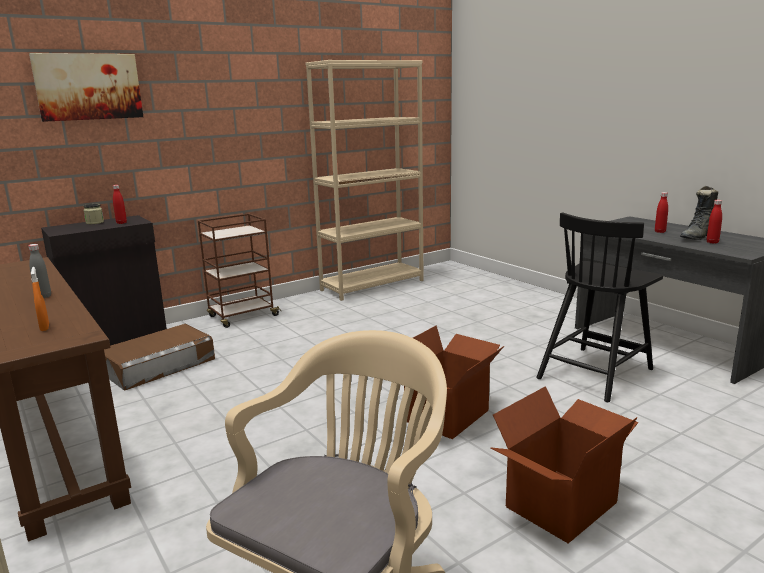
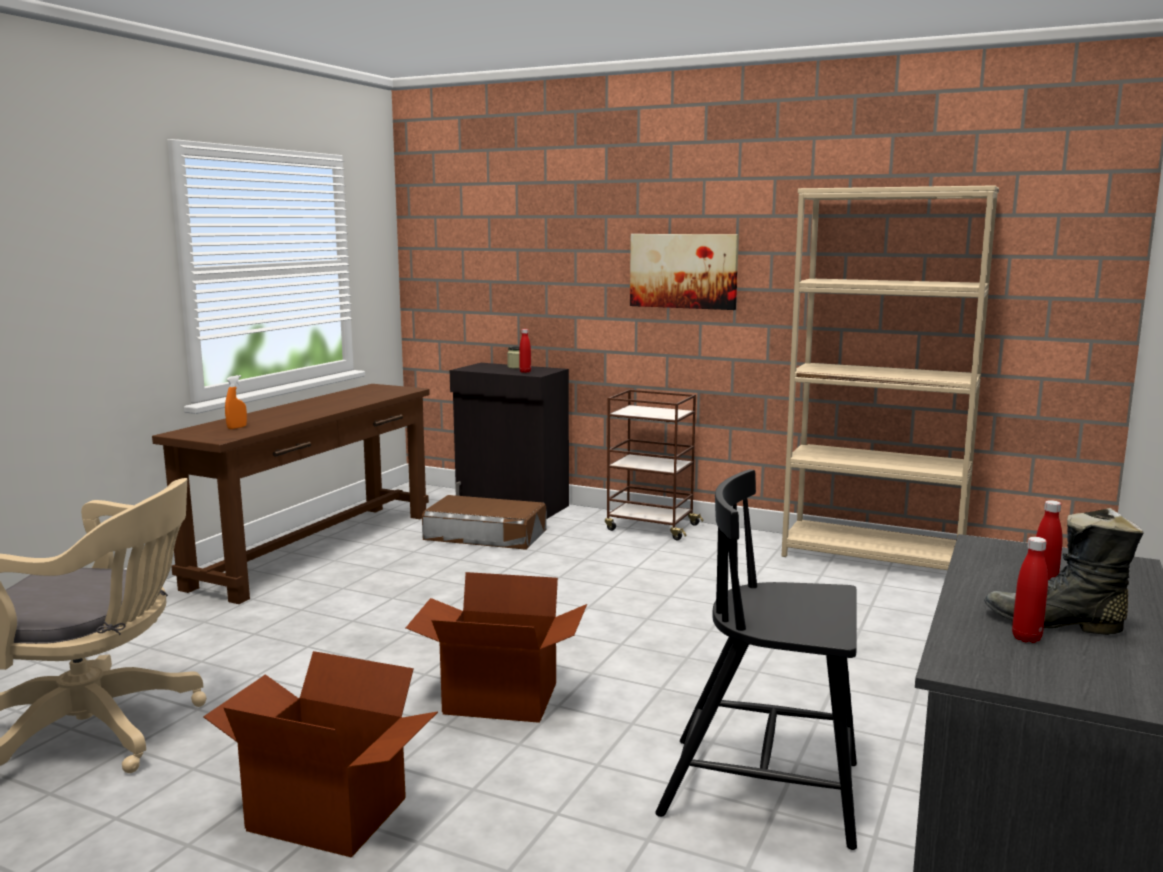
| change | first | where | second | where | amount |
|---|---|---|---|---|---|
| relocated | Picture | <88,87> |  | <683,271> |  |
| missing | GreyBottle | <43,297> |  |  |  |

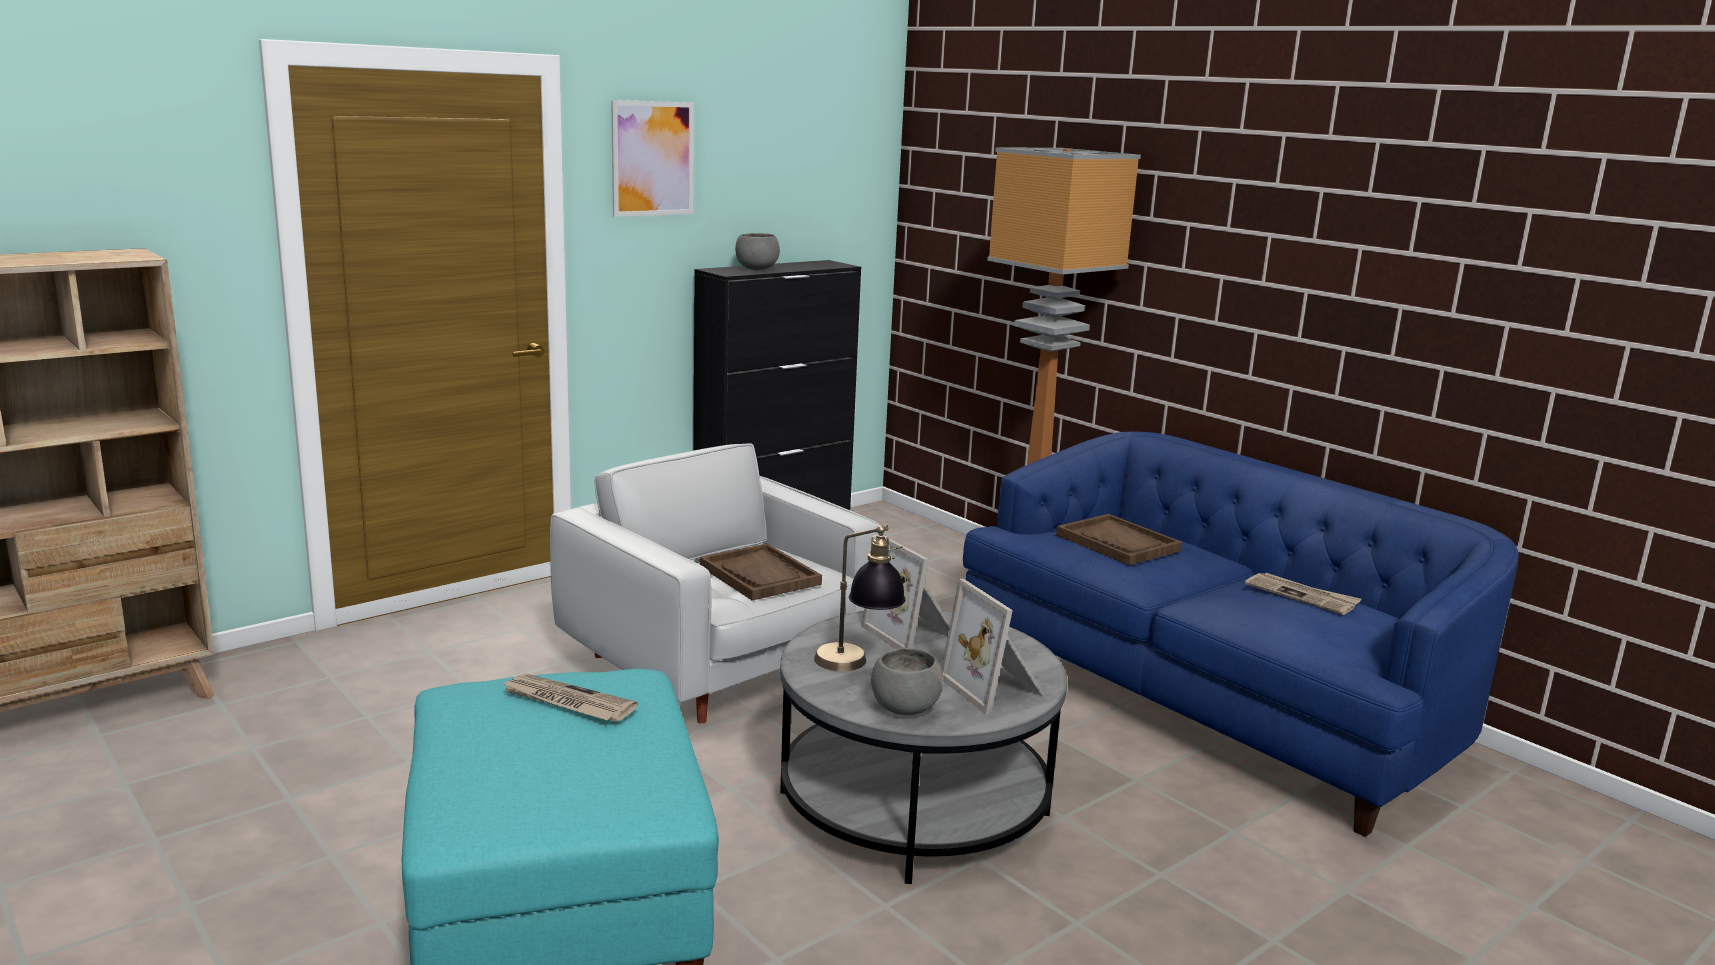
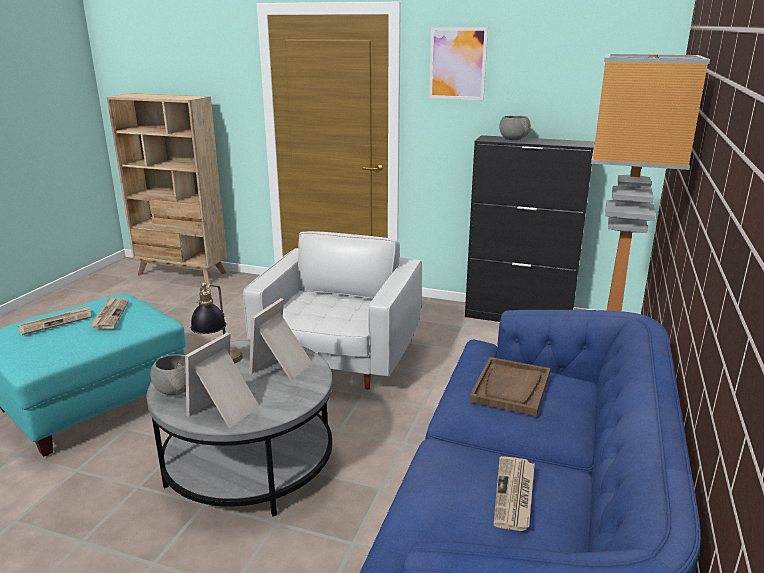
| change | first | where | second | where | amount |
|---|---|---|---|---|---|
| appeared |  |  | Newspaper | <56,322> |  |
| missing | BrownTray | <760,575> |  |  |  |

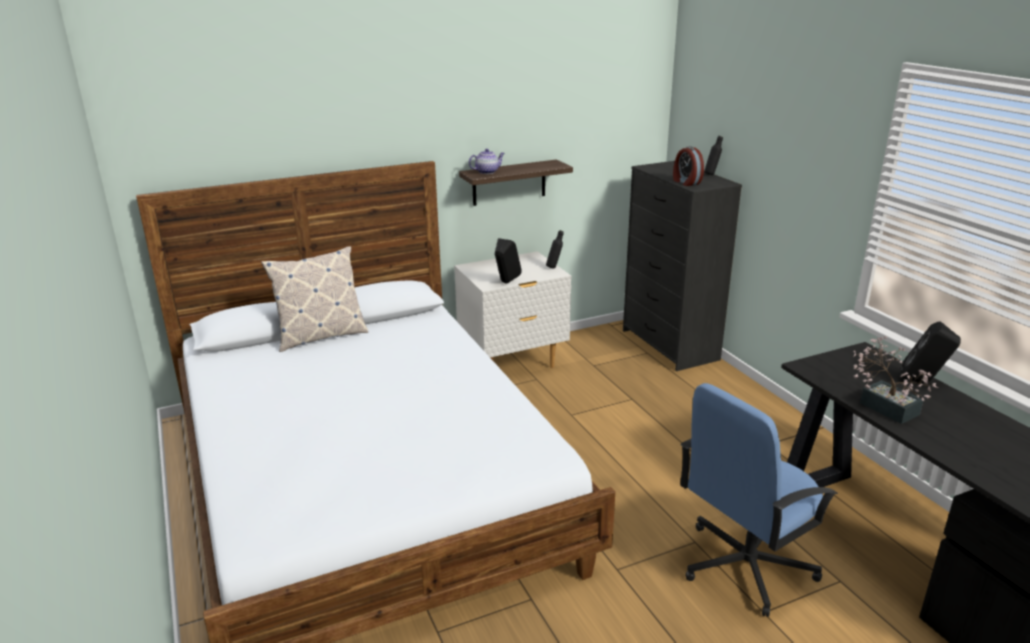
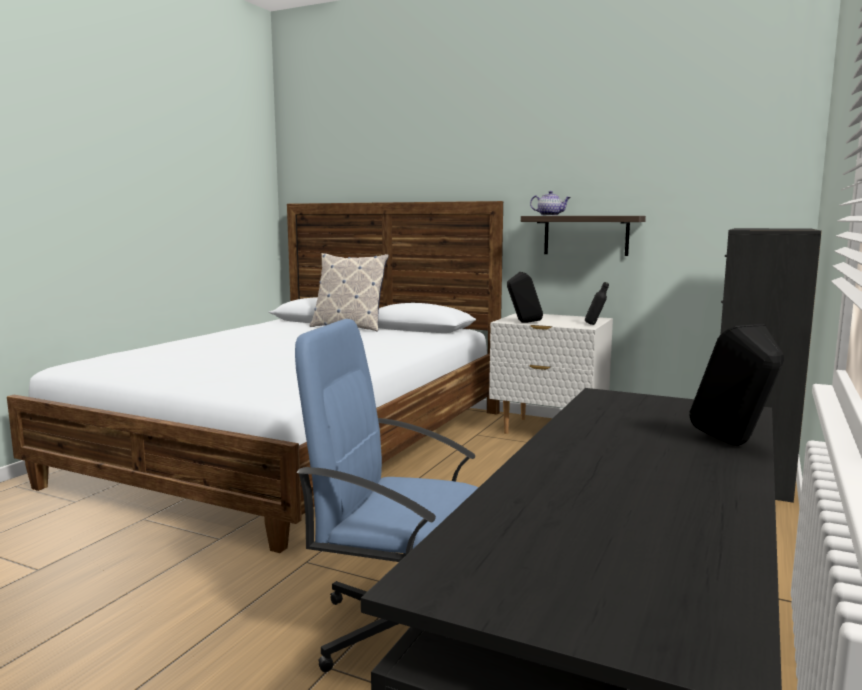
| change | first | where | second | where | amount |
|---|---|---|---|---|---|
| missing | AlarmClock | <686,182> |  |  |  |
| missing | BlackBottle | <711,174> |  |  |  |
| missing | PottedPlant | <884,405> |  |  |  |

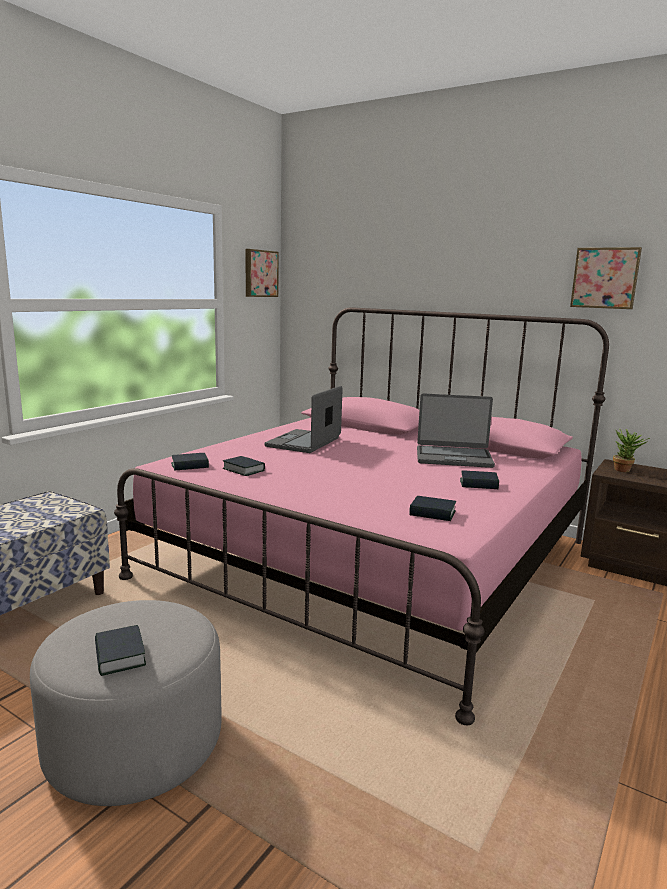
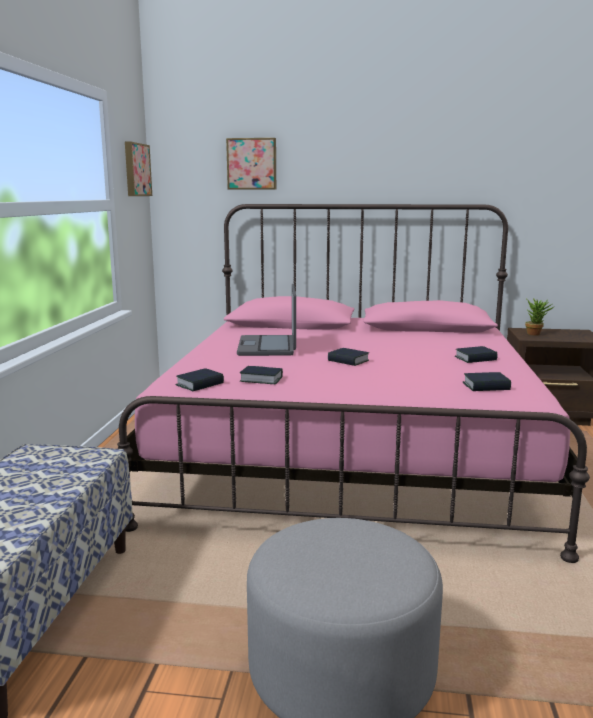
| change | first | where | second | where | amount |
|---|---|---|---|---|---|
| relocated | Picture | <605,278> |  | <252,164> |  |
| relocated | Book | <119,656> |  | <348,361> |  |
| missing | Laptop | <453,457> |  |  |  |

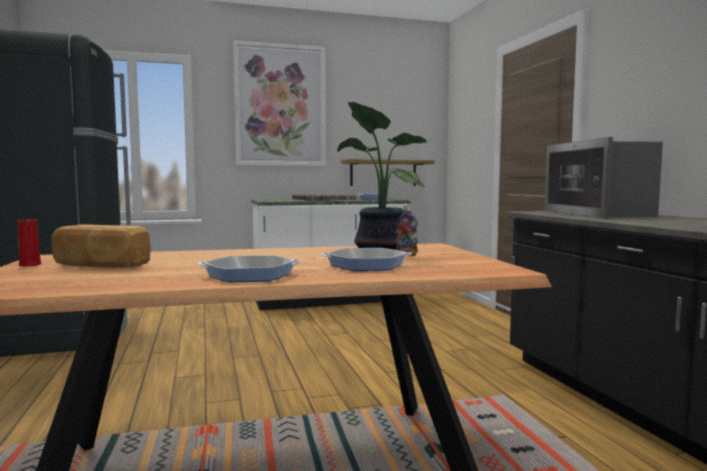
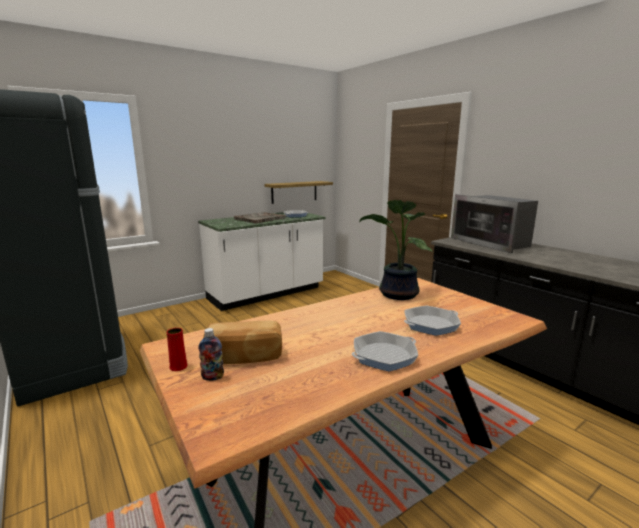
| change | first | where | second | where | amount |
|---|---|---|---|---|---|
| relocated | Bottle | <406,255> |  | <212,377> |  |
| missing | Picture | <280,106> |  |  |  |

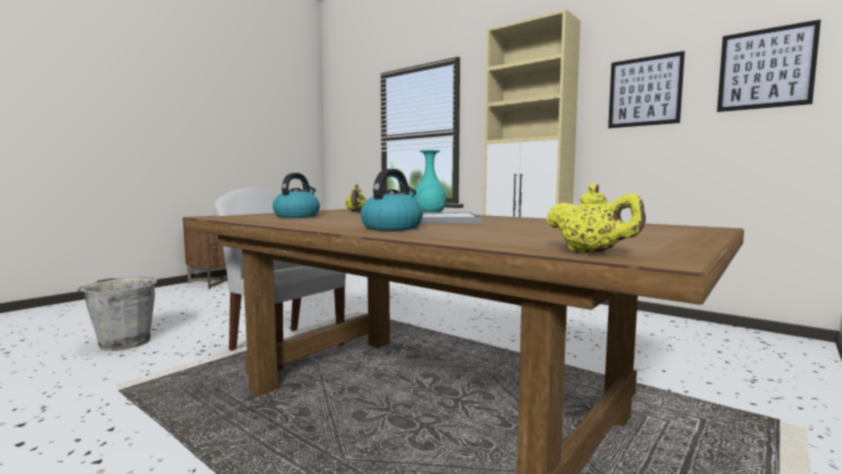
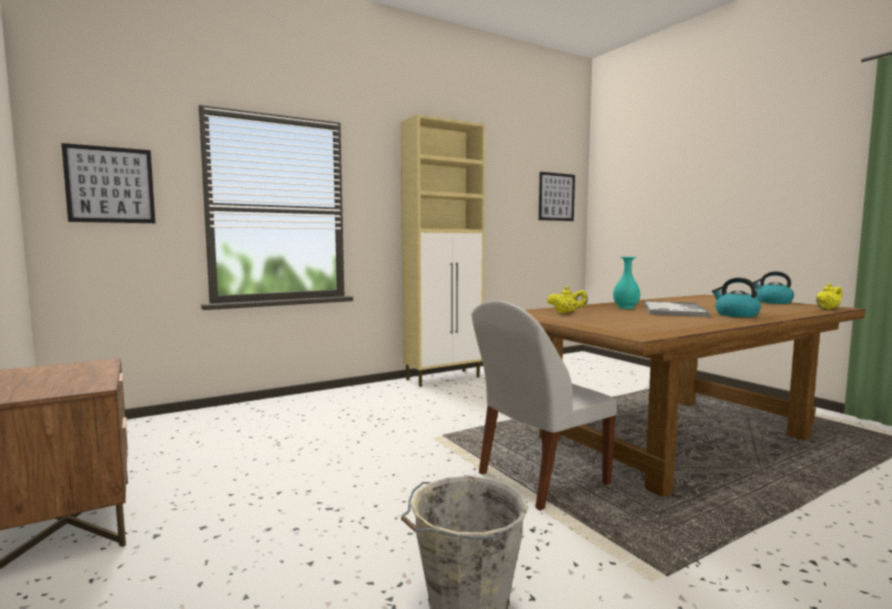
| change | first | where | second | where | amount |
|---|---|---|---|---|---|
| relocated | Picture | <644,91> |  | <110,185> |  |
| relocated | Kettle | <297,216> |  | <773,302> |  |

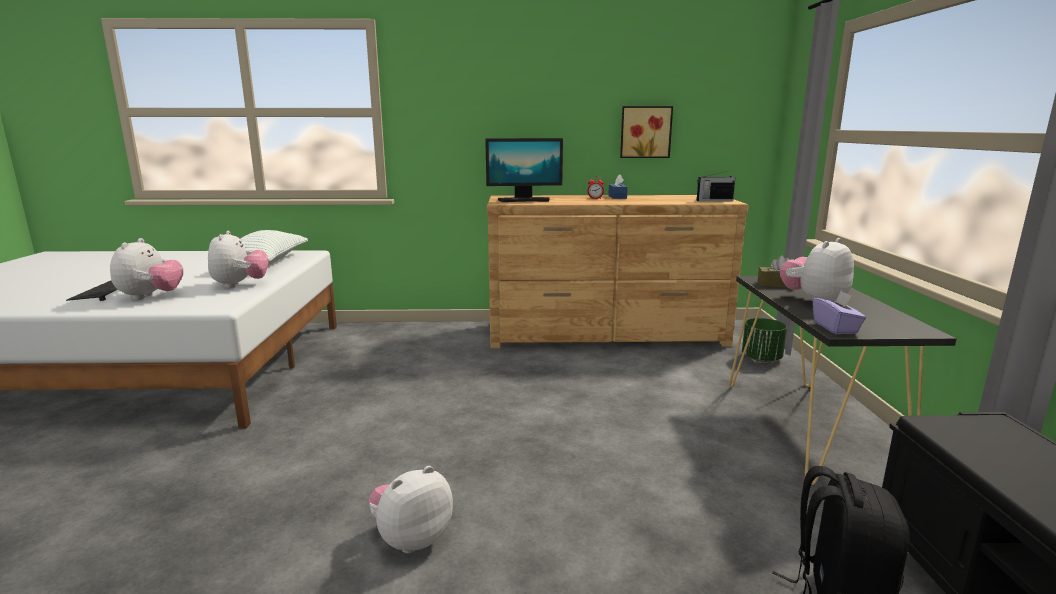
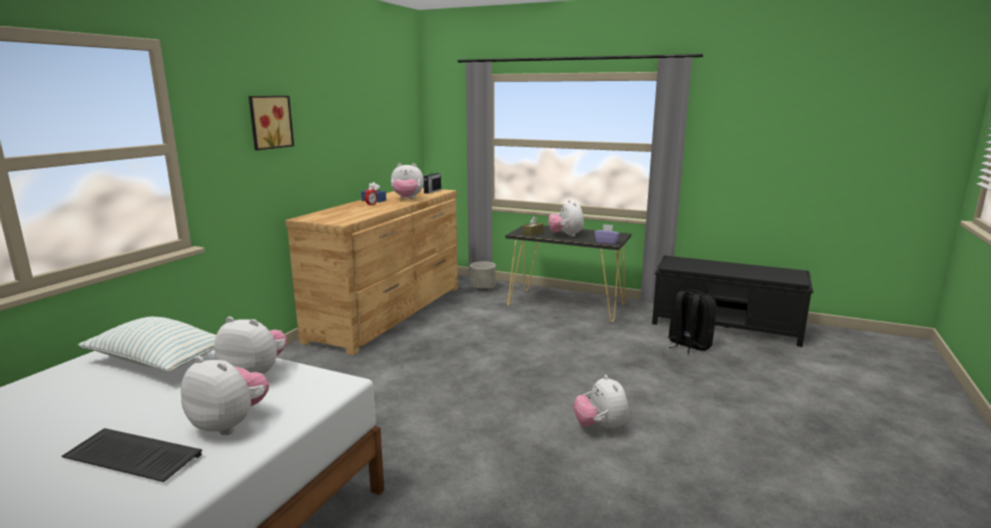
| change | first | where | second | where | amount |
|---|---|---|---|---|---|
| relocated | Picture | <645,132> |  | <269,122> |  |
| appeared |  |  | PlushToy | <407,199> |  |
| colour | GreenPlanter | <761,359> | GreyPlanter | <483,288> |  |
| missing | Monitor | <524,200> |  |  |  |

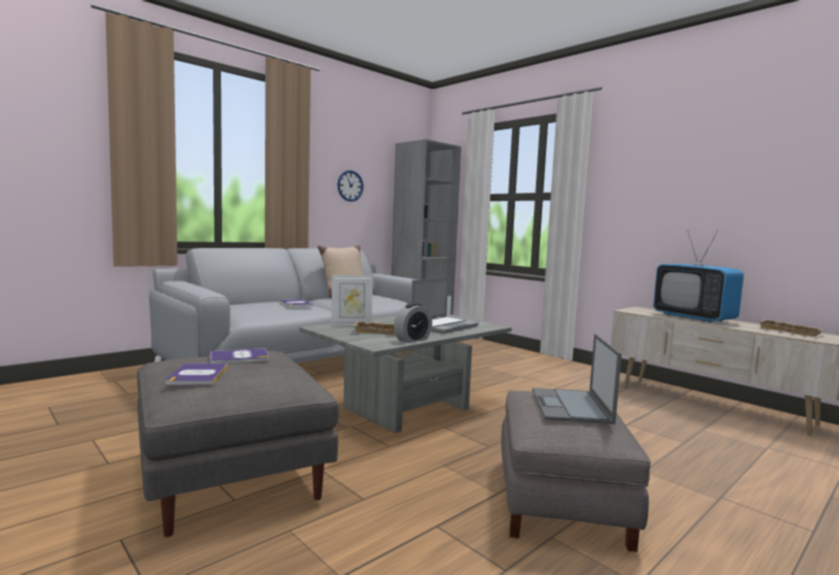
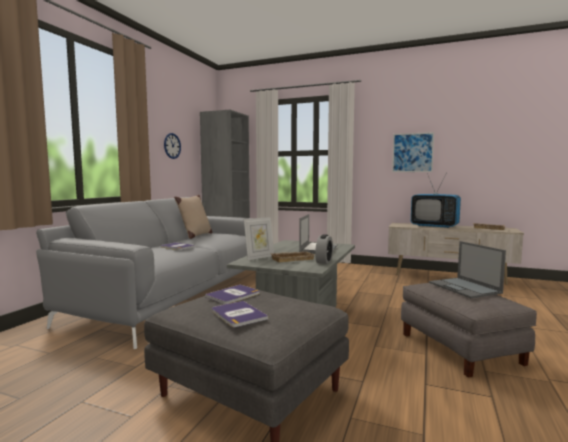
| change | first | where | second | where | amount |
|---|---|---|---|---|---|
| appeared |  |  | Picture | <412,152> |  |

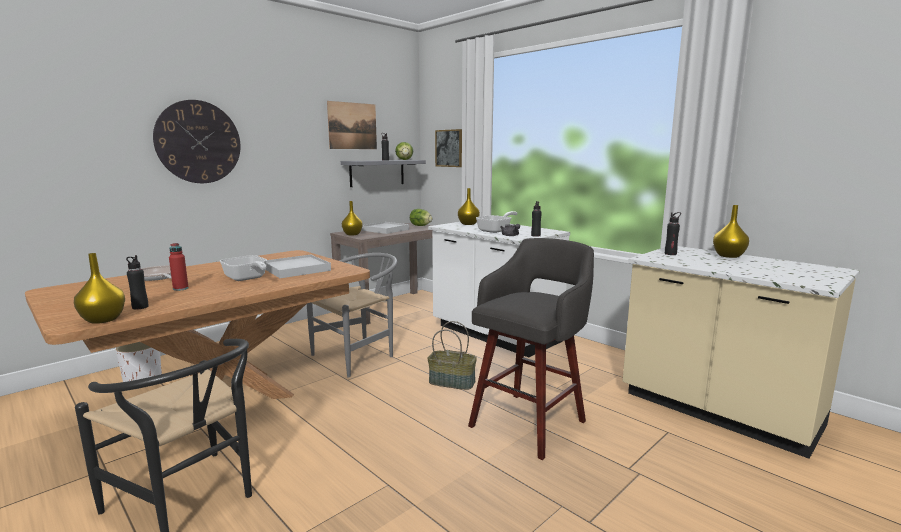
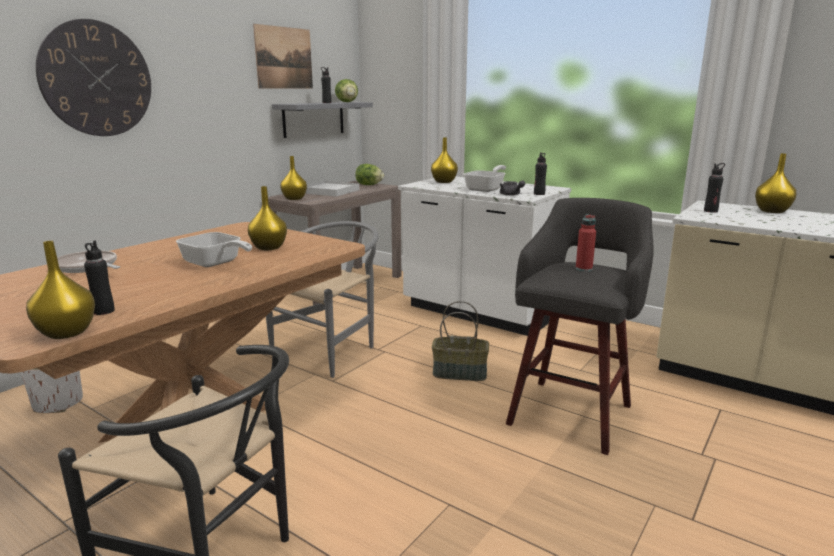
| change | first | where | second | where | amount |
|---|---|---|---|---|---|
| exchanged | WhiteTray | <296,269> | YellowVase | <269,247> |  |
| relocated | RedBottle | <180,288> |  | <583,269> |  |
| missing | Picture | <449,148> |  |  |  |

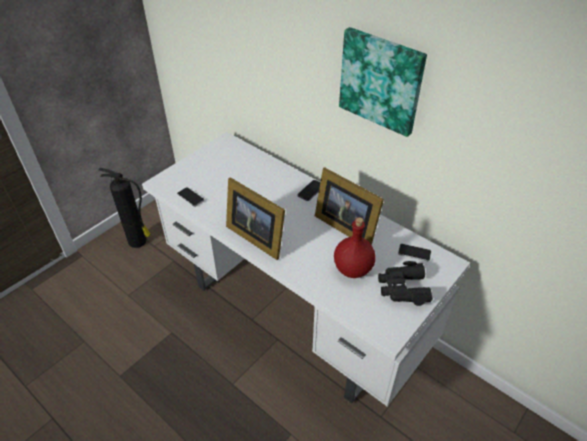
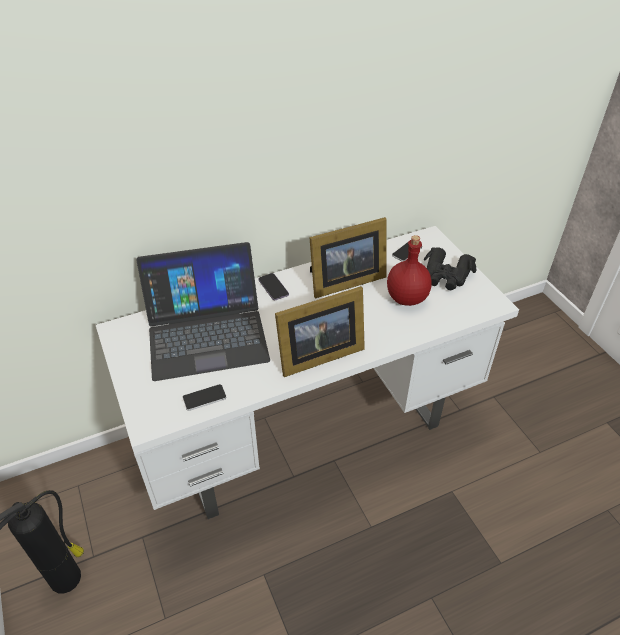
| change | first | where | second | where | amount |
|---|---|---|---|---|---|
| appeared |  |  | Laptop | <206,332> |  |
| missing | Picture | <381,81> |  |  |  |

